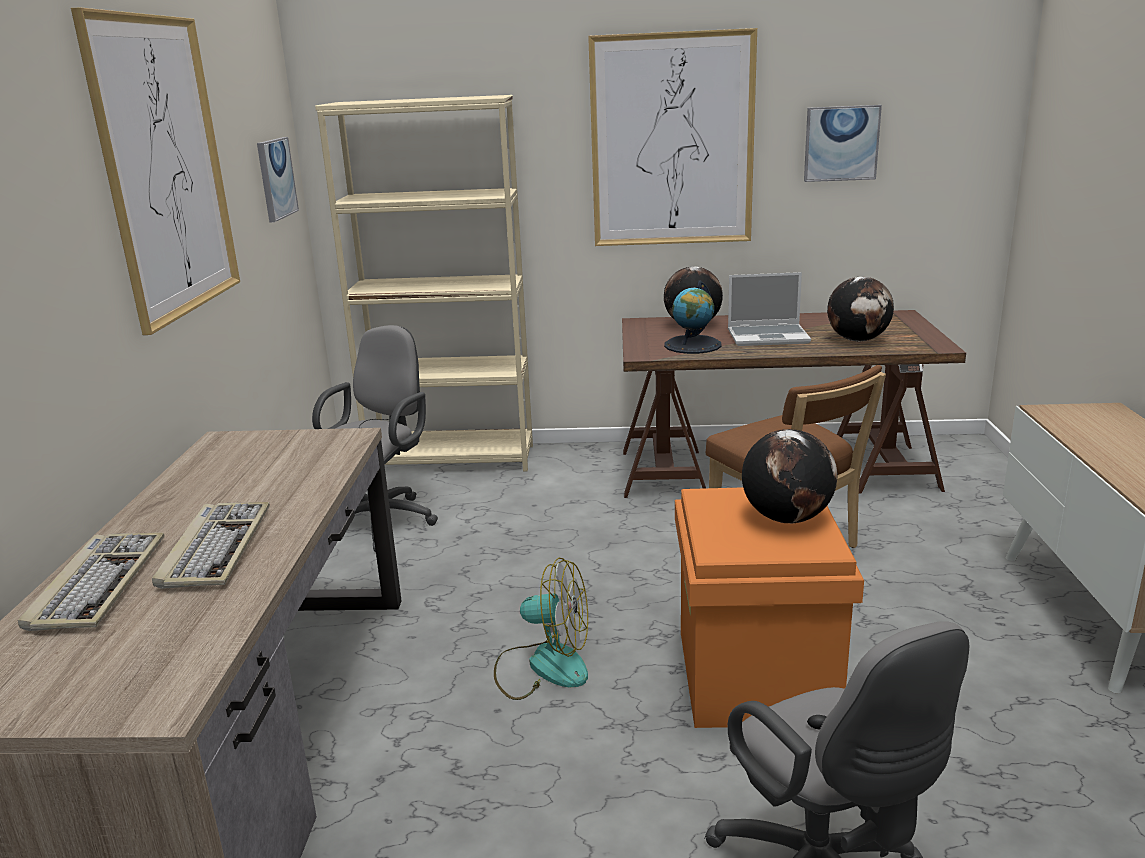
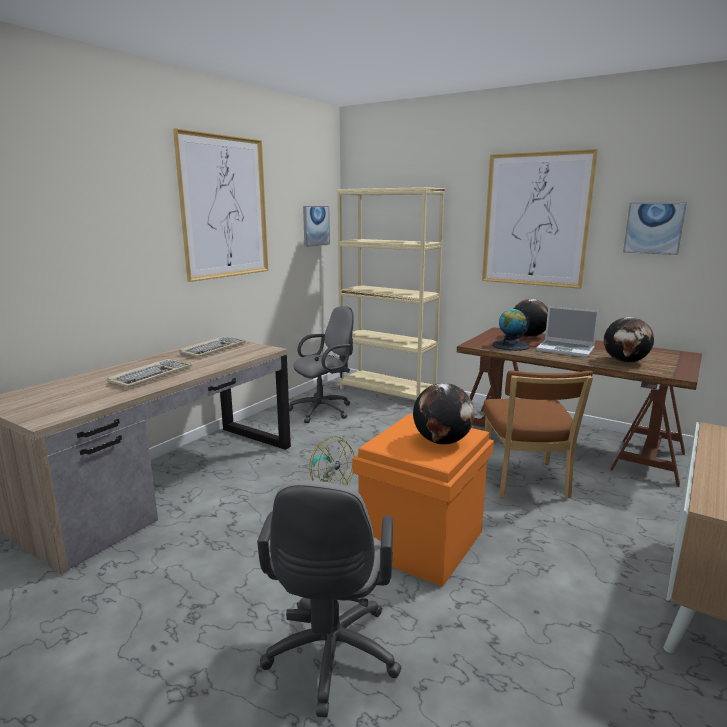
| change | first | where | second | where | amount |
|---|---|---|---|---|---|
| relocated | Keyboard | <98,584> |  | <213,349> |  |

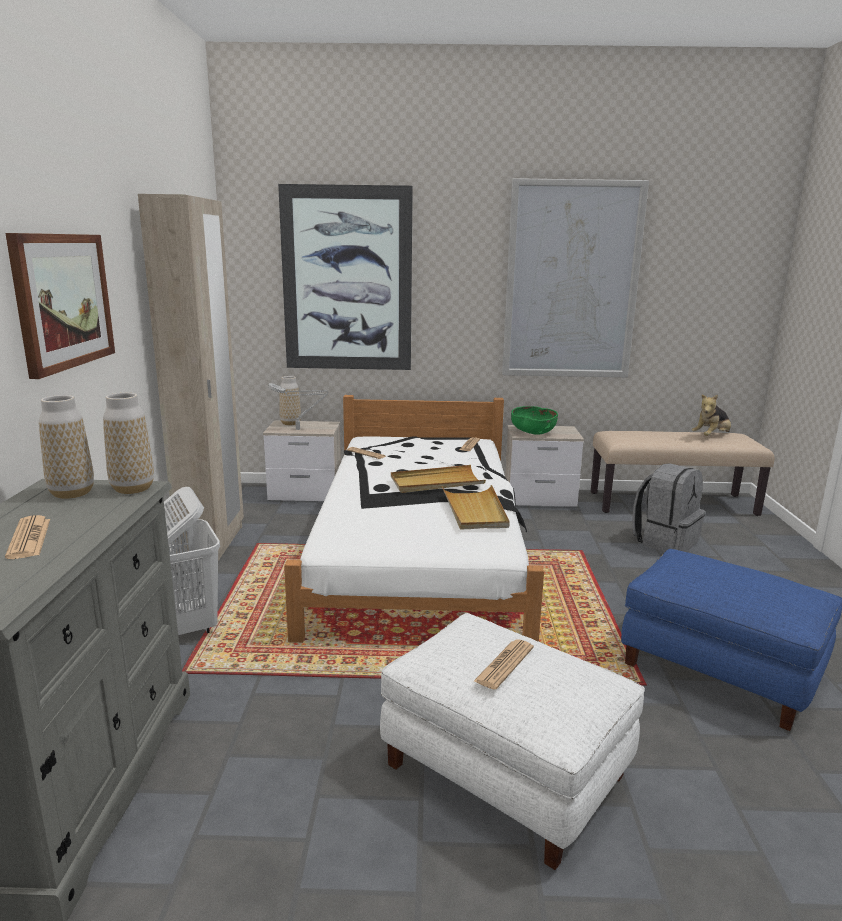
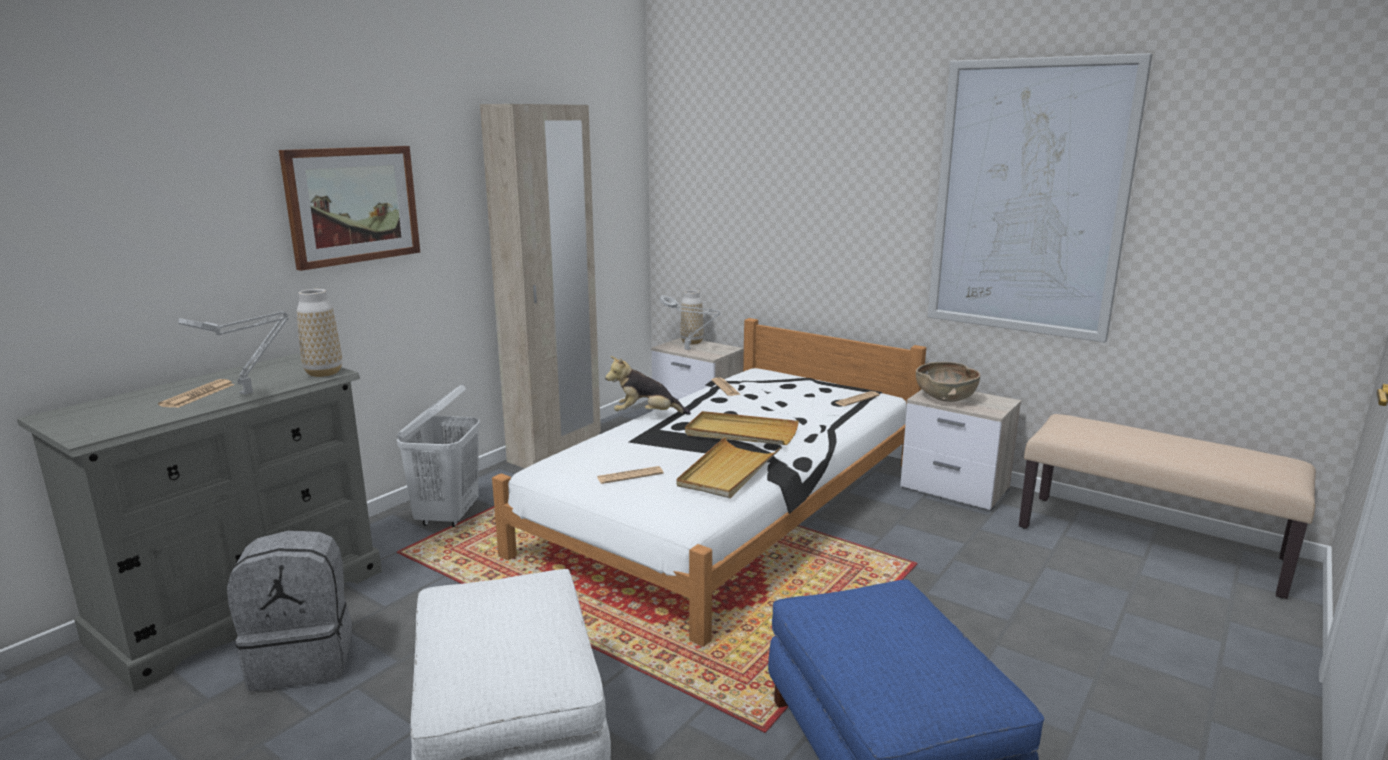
| change | first | where | second | where | amount |
|---|---|---|---|---|---|
| appeared |  |  | GreyTableLamp | <249,393> |  |
| relocated | GreyBackpack | <665,541> |  | <304,659> |  |
| relocated | Newspaper | <504,664> |  | <630,476> |  |
| relocated | PlushToy | <711,437> |  | <646,415> |  |
| colour | GreenBowl | <533,432> | BrownBowl | <946,398> |  |
| missing | Vase | <72,493> |  |  |  |
| missing | Picture | <347,280> |  |  |  |

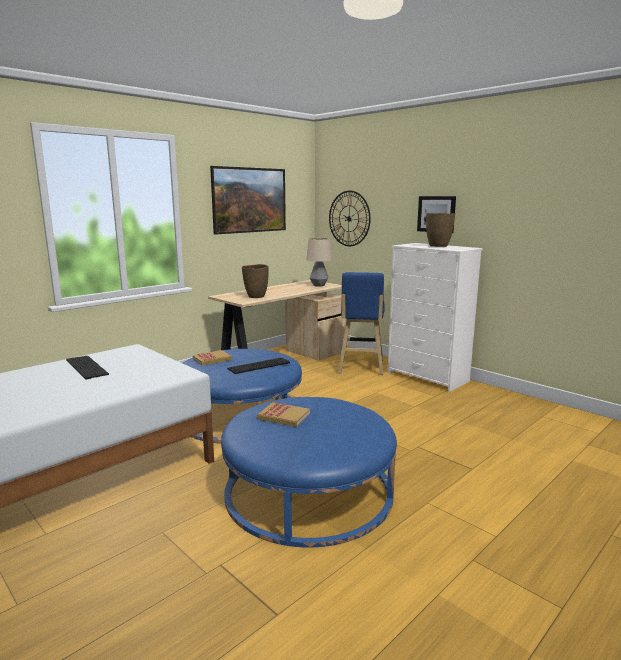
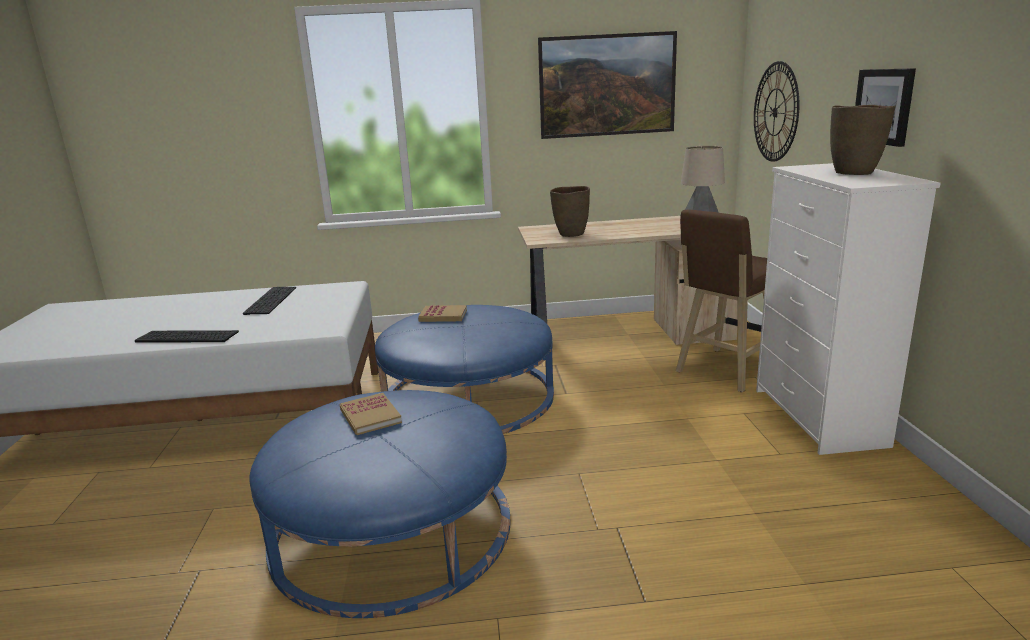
| change | first | where | second | where | amount |
|---|---|---|---|---|---|
| relocated | Keyboard | <259,366> |  | <185,337> |  |
| colour | BlueStool | <360,367> | BrownStool | <724,371> |  |

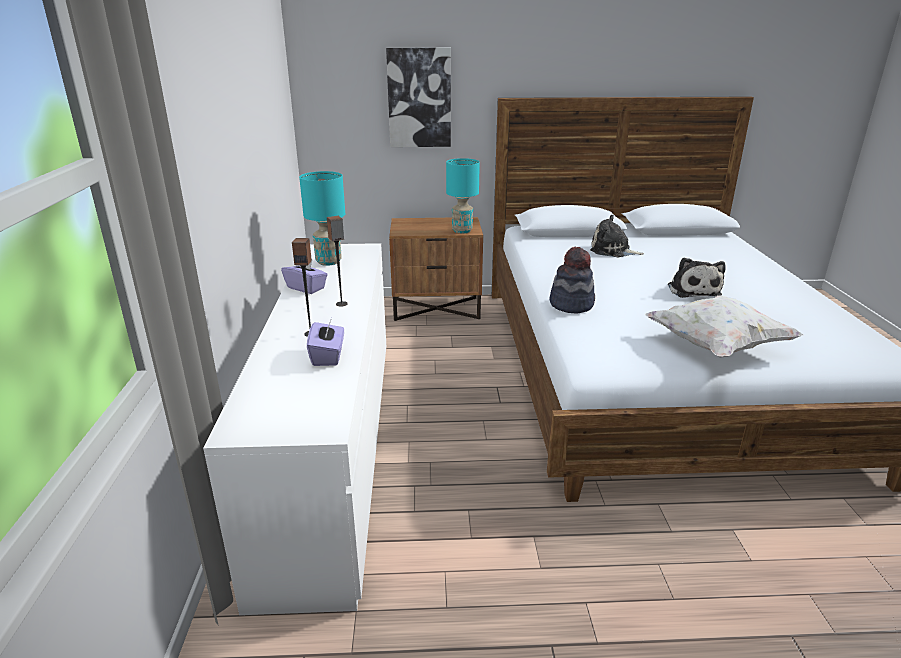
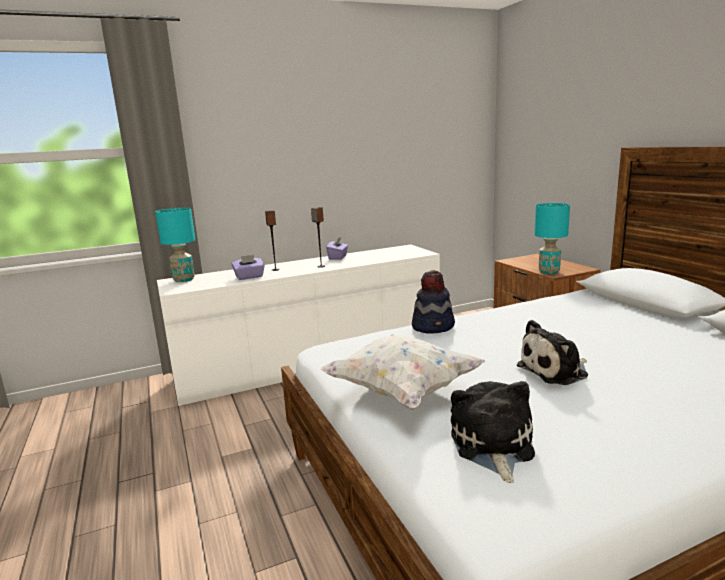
| change | first | where | second | where | amount |
|---|---|---|---|---|---|
| relocated | TurquoiseTableLamp | <328,261> |  | <184,280> |  |
| relocated | PlushToy | <612,251> |  | <492,446> |  |
| missing | Picture | <419,98> |  |  |  |

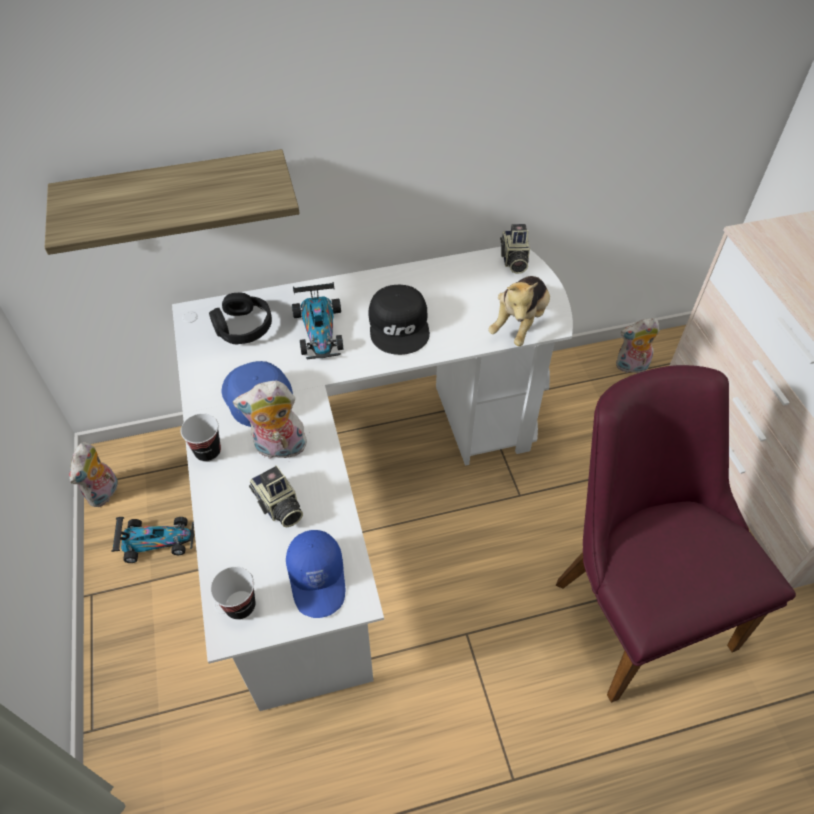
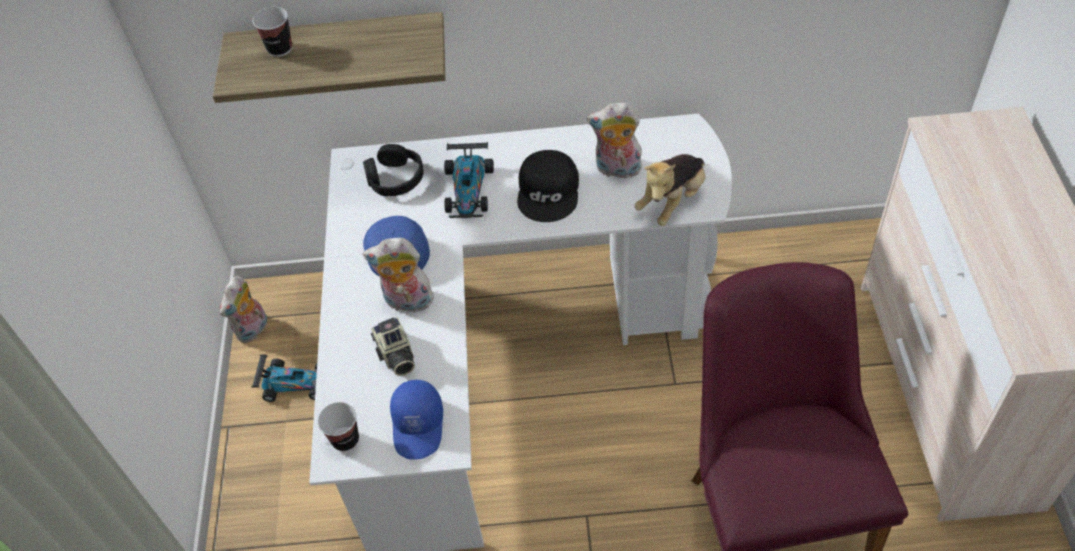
| change | first | where | second | where | amount |
|---|---|---|---|---|---|
| relocated | Cup | <208,451> |  | <280,49> |  |
| relocated | PlushToy | <631,367> |  | <617,170> |  |
| missing | PhotoCamera | <513,260> |  |  |  |

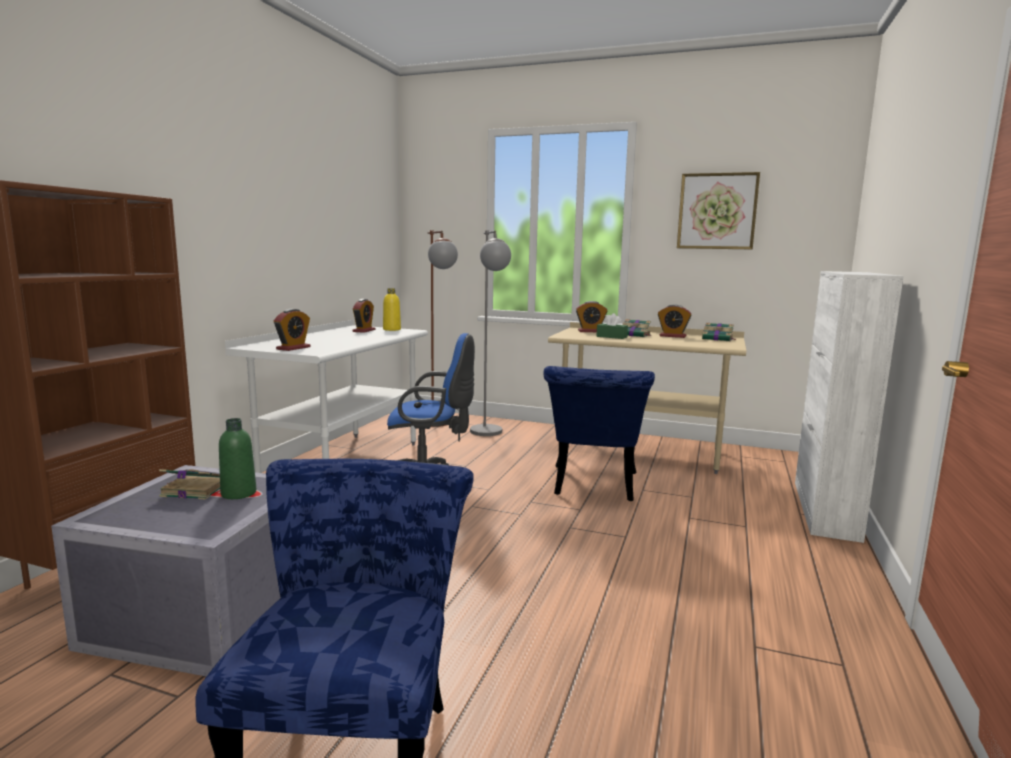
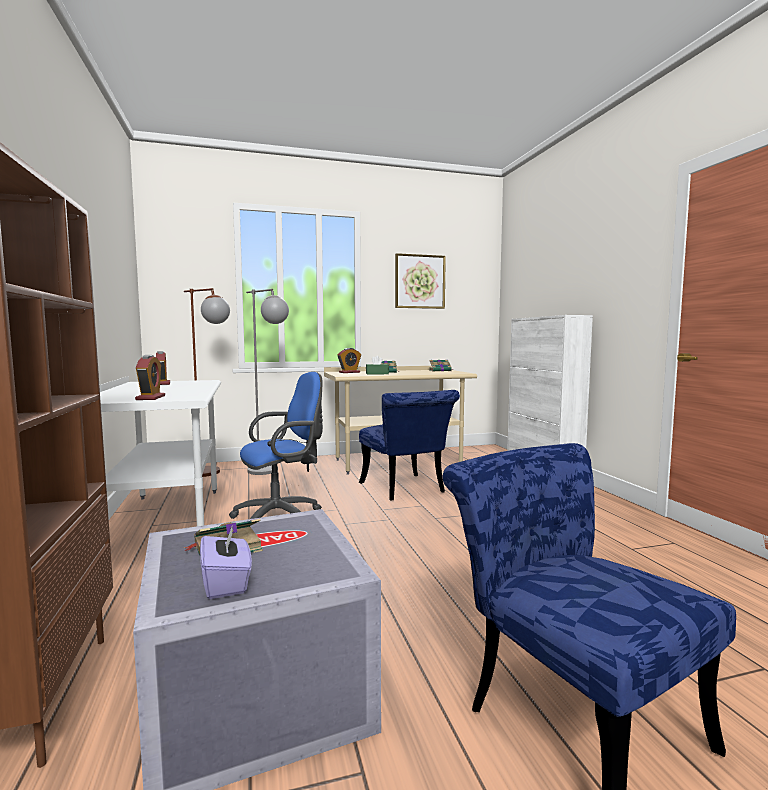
| change | first | where | second | where | amount |
|---|---|---|---|---|---|
| appeared |  |  | PurpleTissueBox | <226,583> |  |
| missing | GreenBottle | <238,493> |  |  |  |
| missing | YellowBottle | <392,329> |  |  |  |
| missing | AlarmClock | <672,336> |  |  |  |

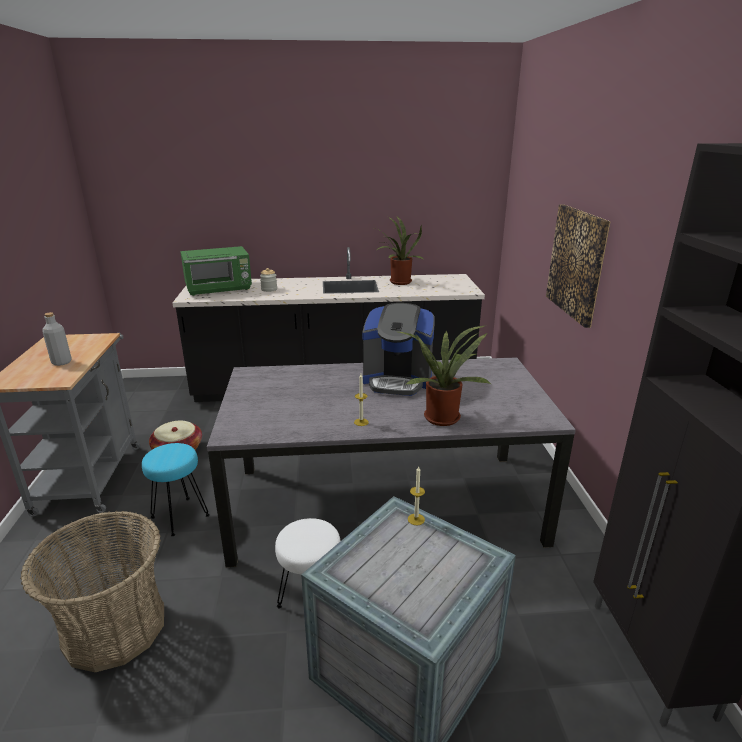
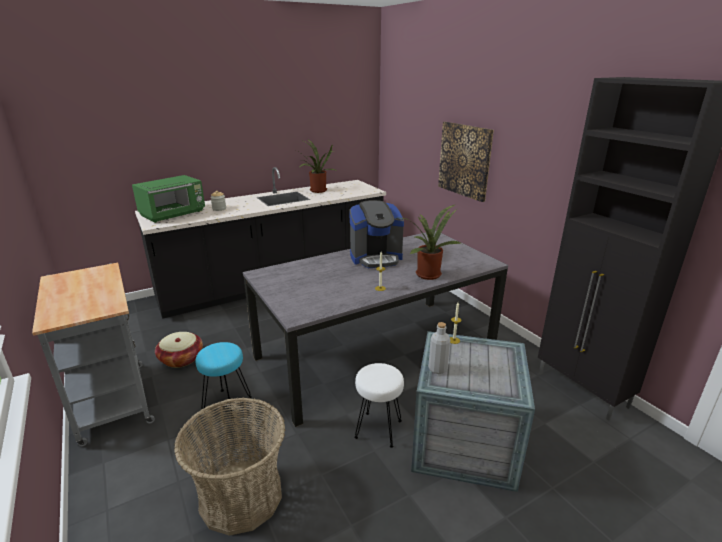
| change | first | where | second | where | amount |
|---|---|---|---|---|---|
| relocated | GreyBottle | <61,362> |  | <437,369> |  |

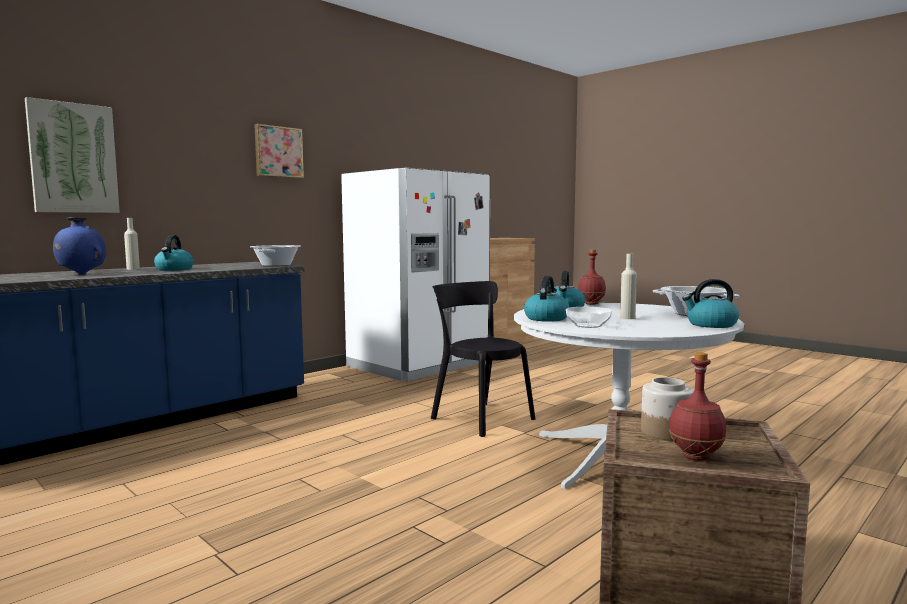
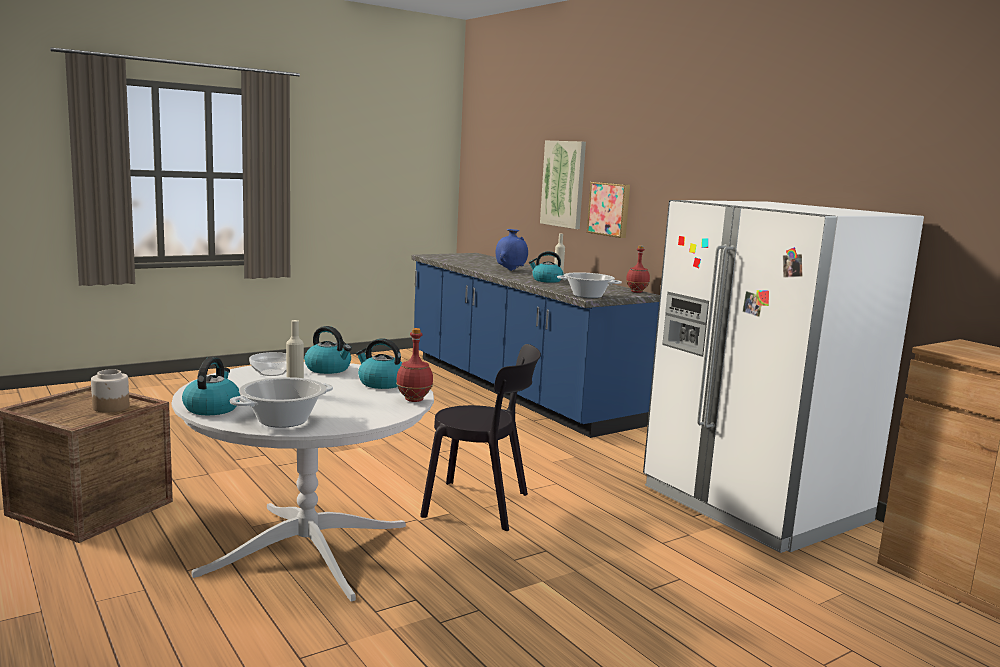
| change | first | where | second | where | amount |
|---|---|---|---|---|---|
| spun | BlackChair | <479,417> |  | <481,506> | 45 degrees clockwise |
| relocated | Picture | <278,152> |  | <610,209> |  |
| relocated | RedBottle | <695,457> |  | <637,292> |  |

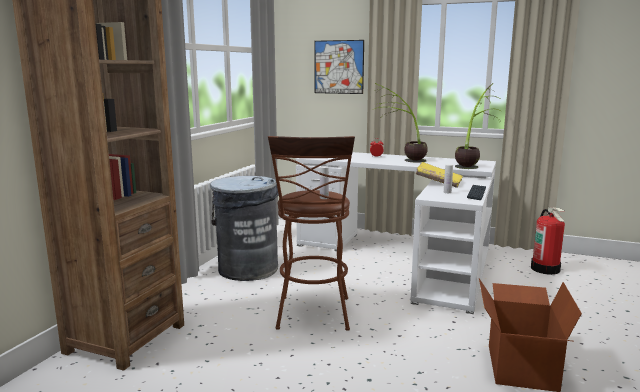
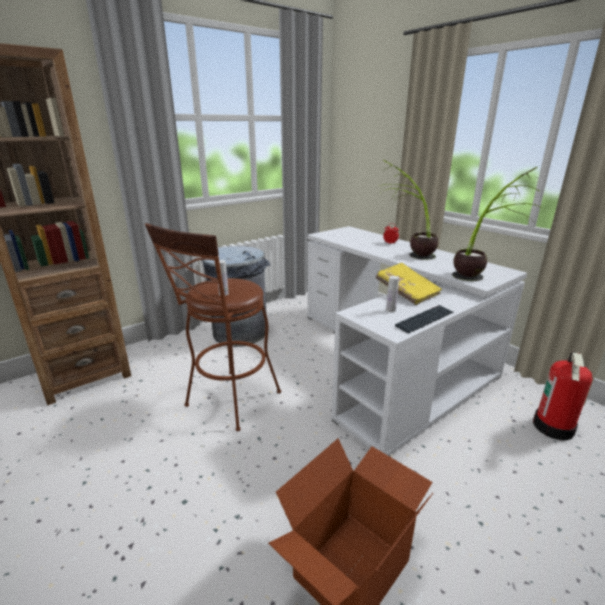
| change | first | where | second | where | amount |
|---|---|---|---|---|---|
| missing | Picture | <338,67> |  |  |  |

